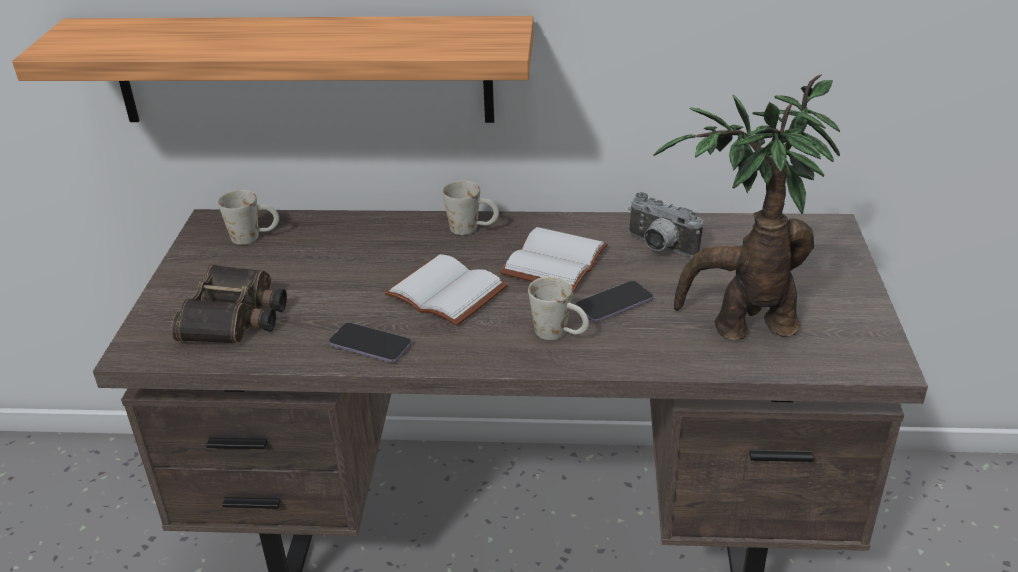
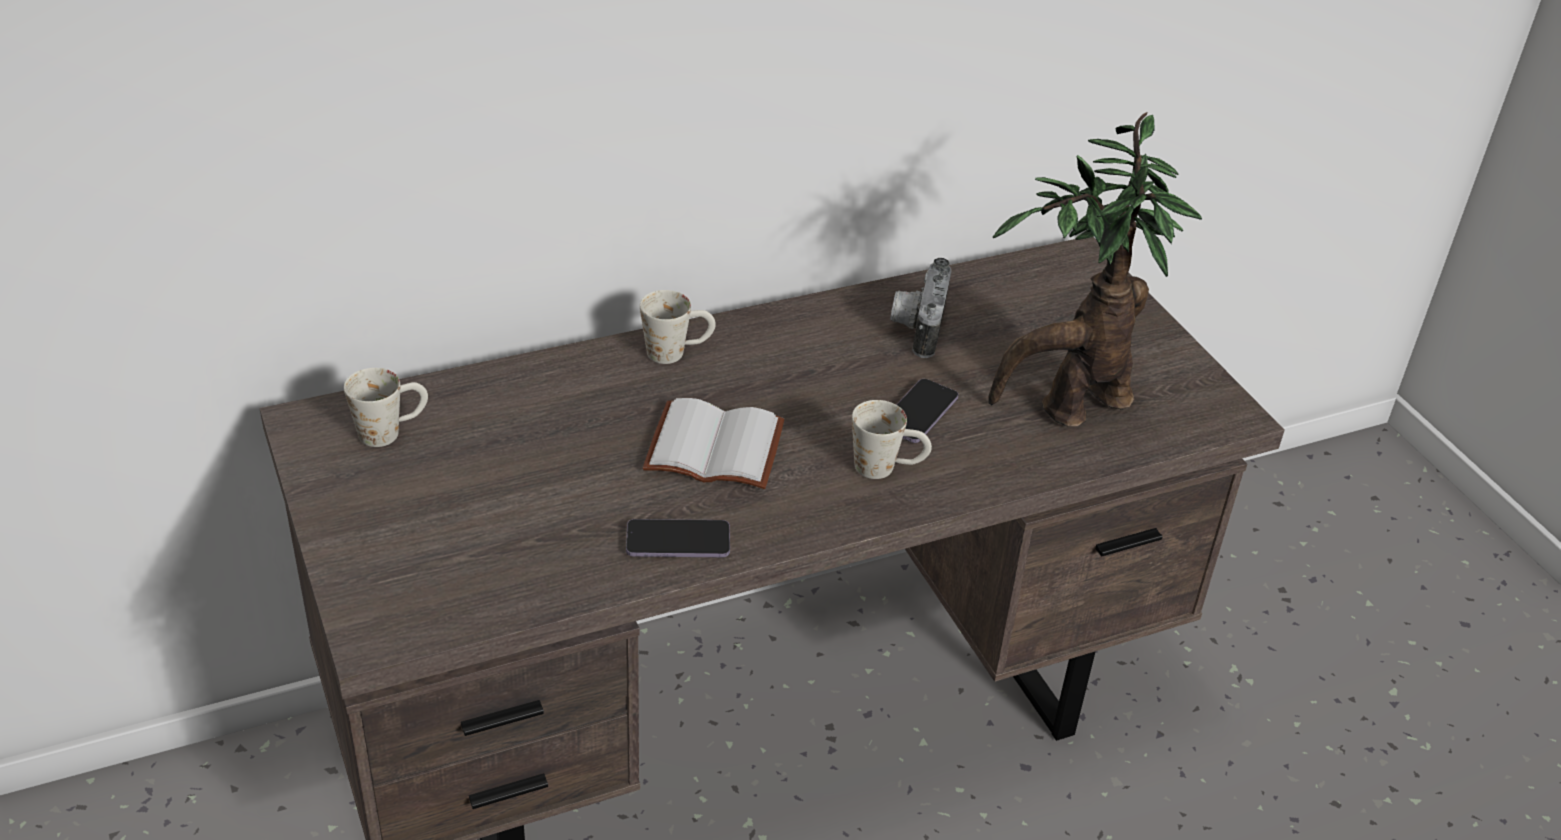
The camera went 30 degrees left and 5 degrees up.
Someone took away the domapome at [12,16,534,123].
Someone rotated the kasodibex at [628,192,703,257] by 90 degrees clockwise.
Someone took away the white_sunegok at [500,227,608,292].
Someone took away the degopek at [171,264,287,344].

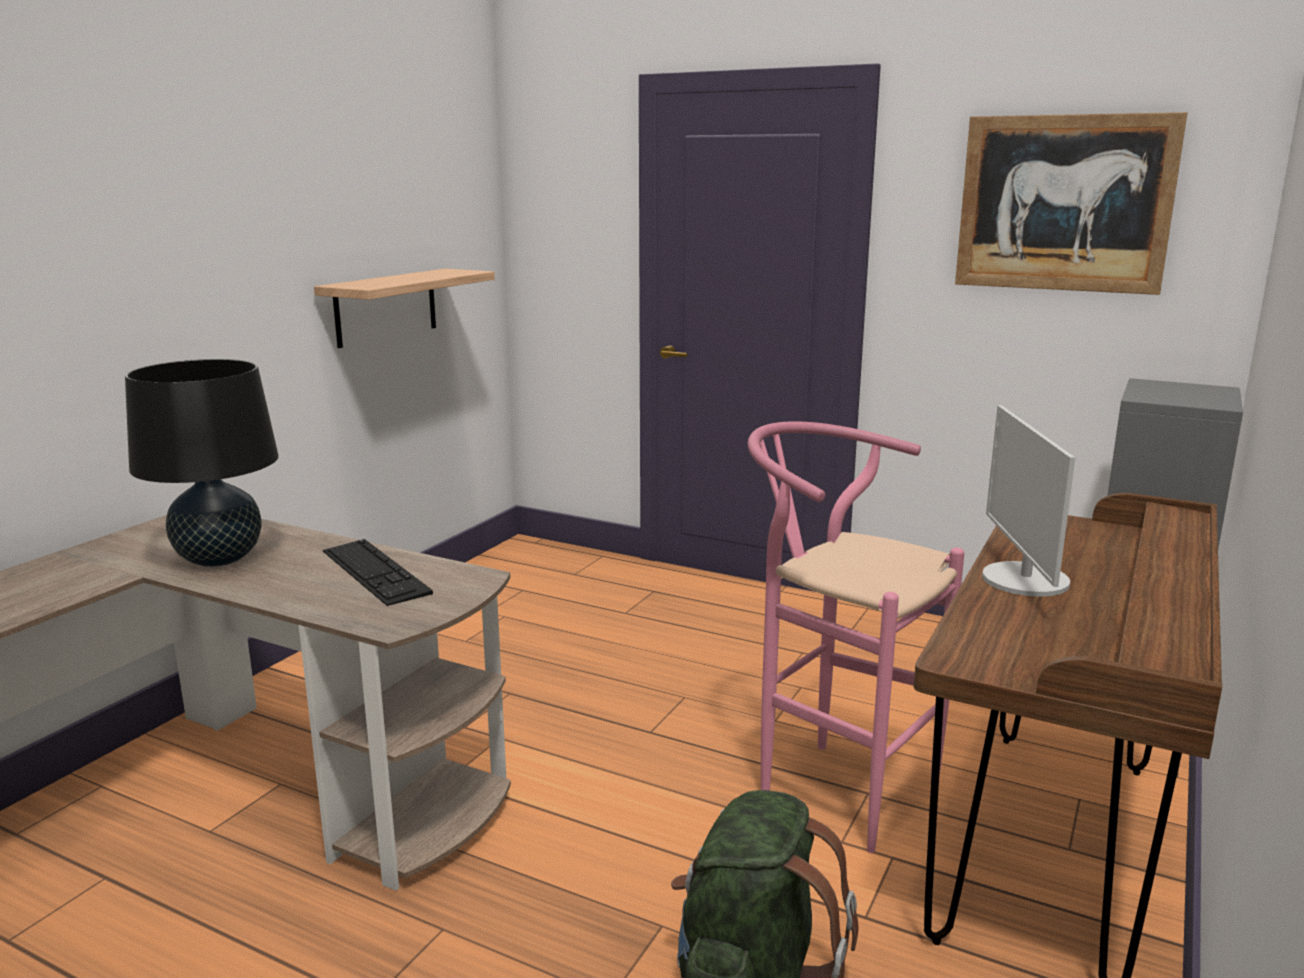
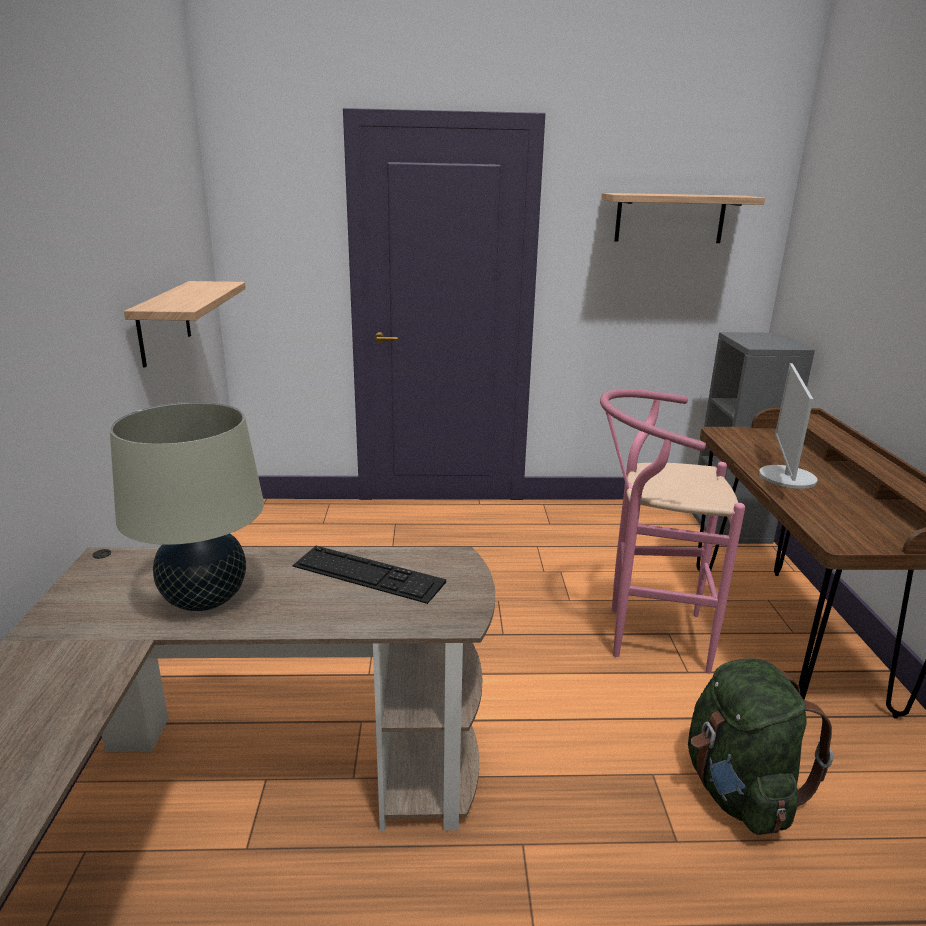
The camera went 30 degrees left and 5 degrees up.
Someone swapped the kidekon at [955,112,1188,295] for the domapome at [601,193,765,243].
Someone repainted the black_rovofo at [125,359,279,567], which became the beige_rovofo at [110,402,264,611].
Someone rotated the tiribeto at [982,405,1075,597] by 45 degrees clockwise.

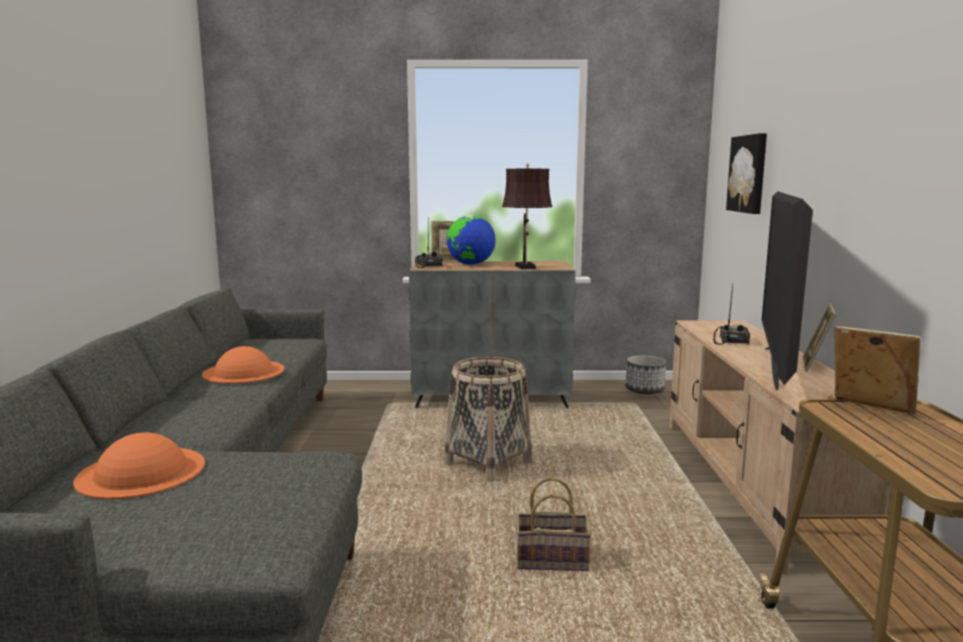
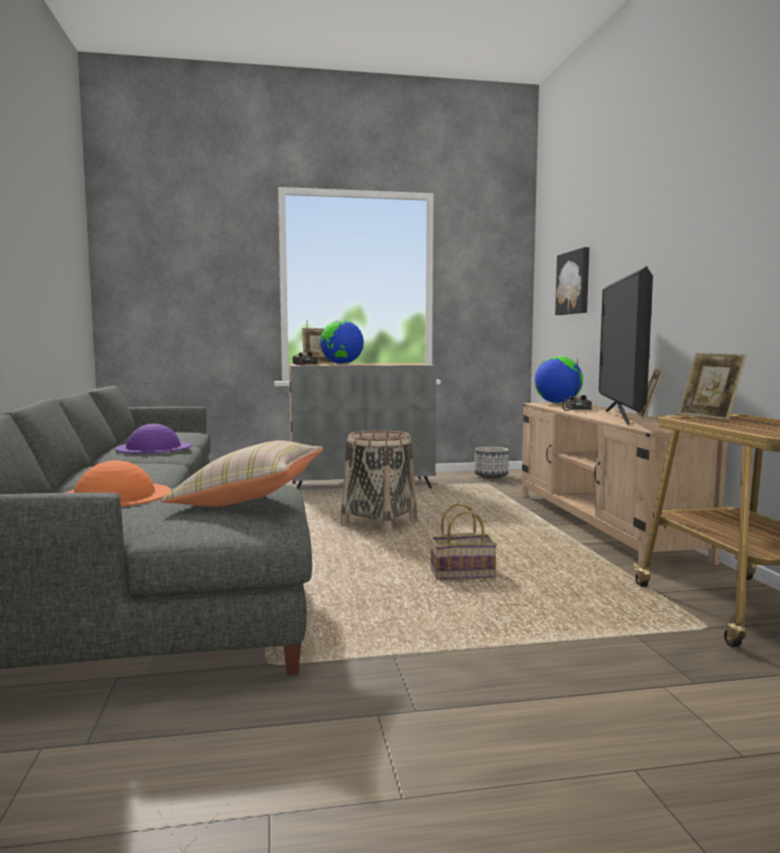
The camera went 10 degrees left and 5 degrees down.
Someone took away the brown_rovofo at [502,163,552,269].
Someone rotated the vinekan at [834,326,921,415] by 150 degrees counterclockwise.
Someone repainted the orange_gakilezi at [202,346,285,384], which became the purple_gakilezi at [115,424,192,453].
Someone put down the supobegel at [535,356,583,404].
Someone put down the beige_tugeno at [161,440,323,507].

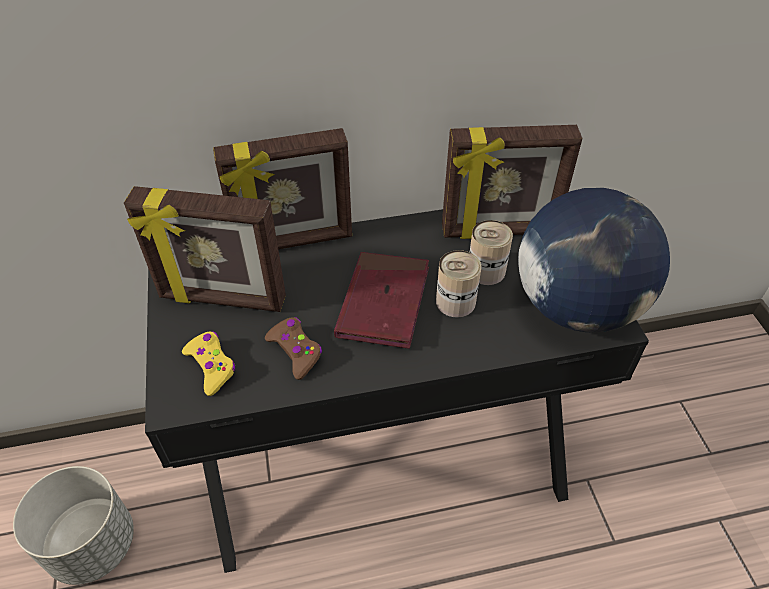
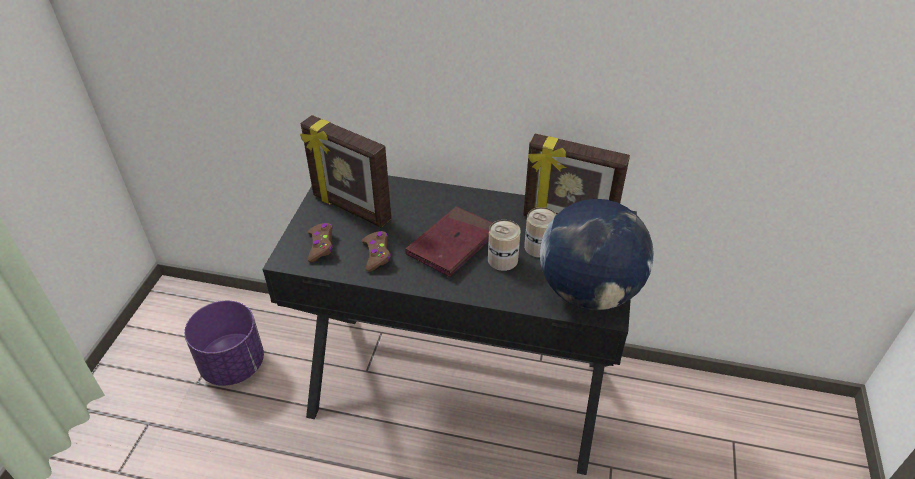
The camera went 25 degrees right and 5 degrees down.
Someone took away the vinekan at [213,128,352,249].
Someone repainted the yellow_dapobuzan at [182,331,235,396], which became the brown_dapobuzan at [308,223,333,262].
Someone repainted the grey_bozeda at [13,466,134,585], which became the purple_bozeda at [184,301,264,386].

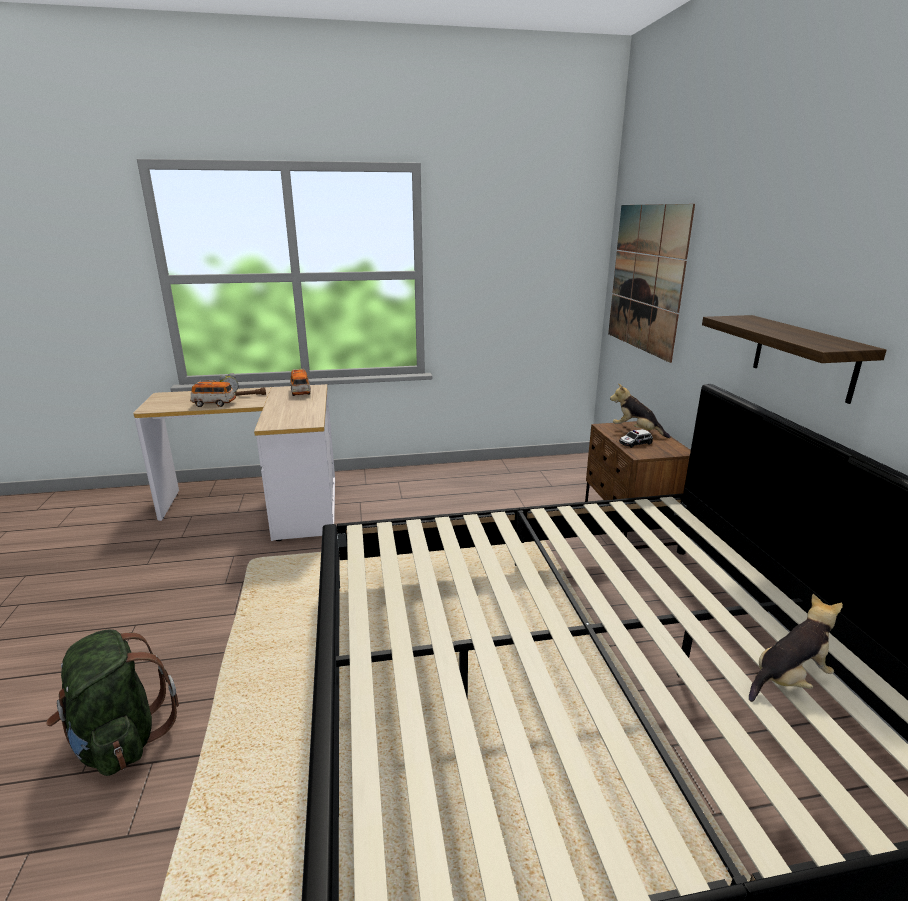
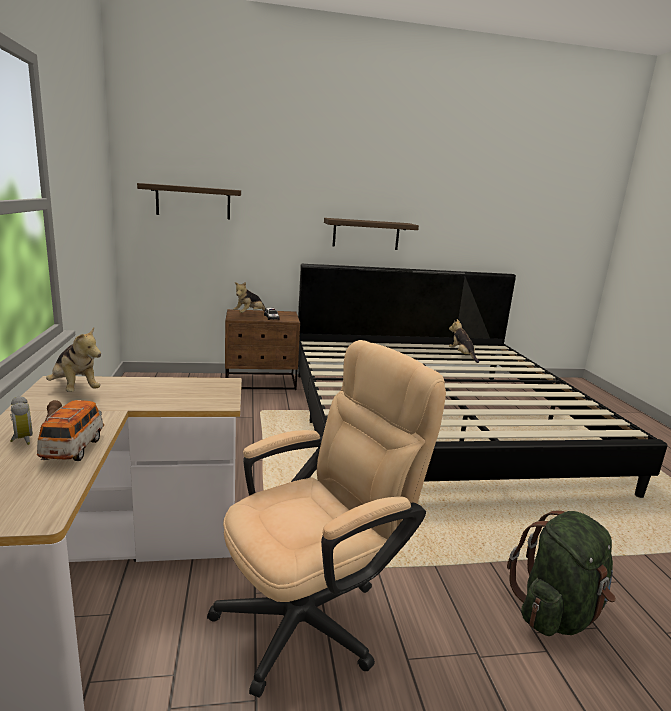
The camera went 90 degrees left and 5 degrees down.
Someone swapped the kidekon at [608,204,695,363] for the domapome at [137,183,241,219].
Someone swapped the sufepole at [290,369,311,396] for the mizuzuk at [46,327,101,392].
Someone put down the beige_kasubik at [207,340,446,698].

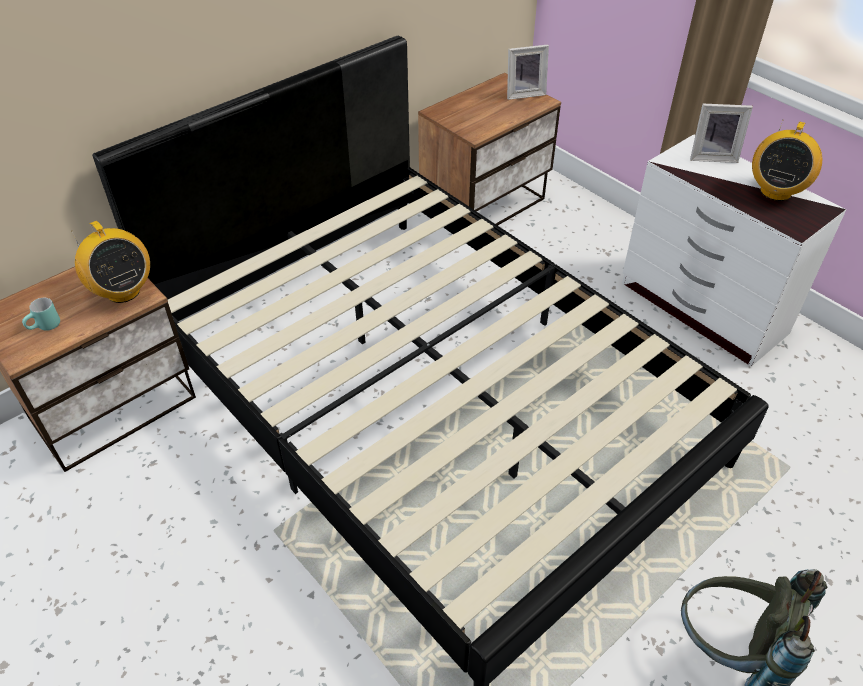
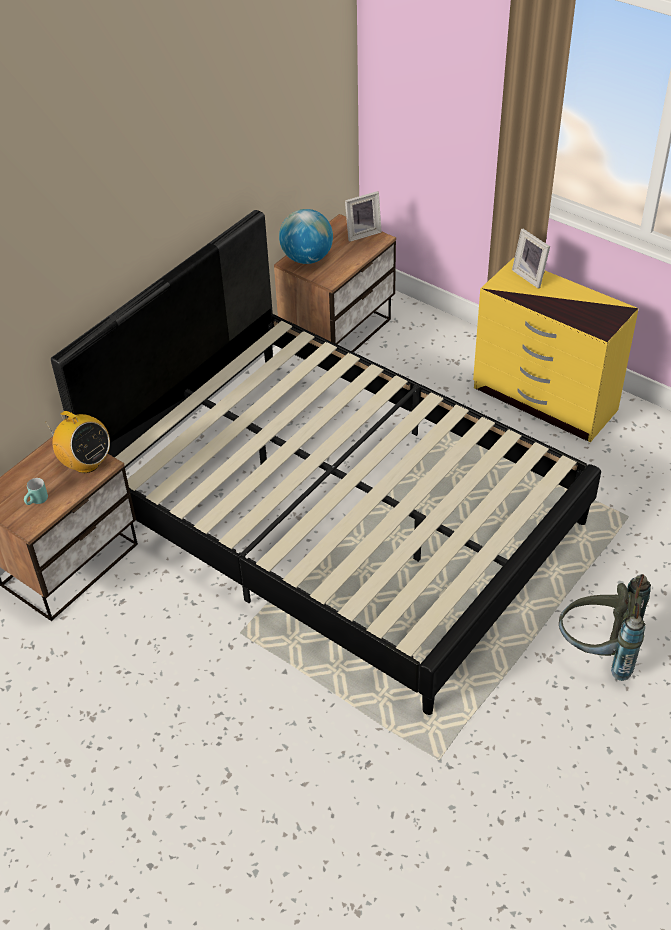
The camera went 10 degrees left and 0 degrees up.
Someone rotated the vinekan at [690,104,753,163] by 60 degrees clockwise.
Someone took away the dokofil at [752,121,822,201].
Someone repainted the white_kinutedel at [622,134,846,366], which became the yellow_kinutedel at [473,258,639,442].
Someone put down the supobegel at [279,209,333,264].

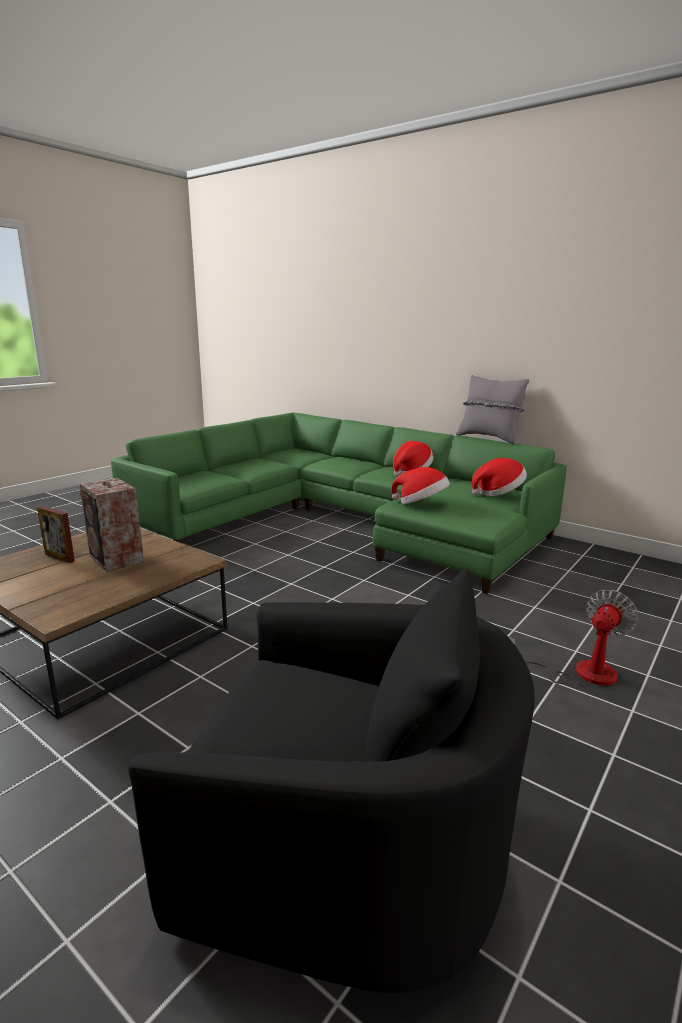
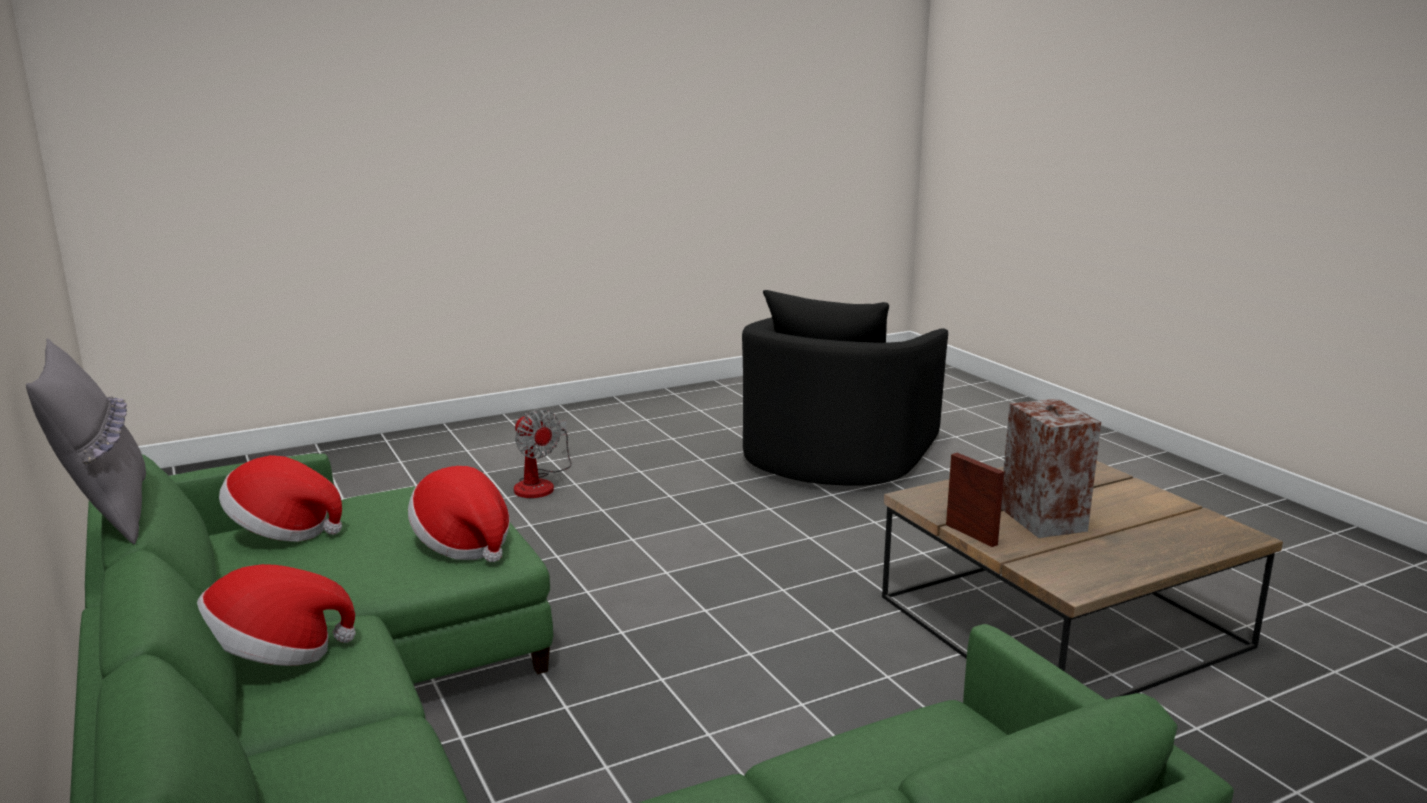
The camera went 155 degrees left and 0 degrees up.
Someone carried the vinekan from [37,506,75,563] to [946,453,1005,547].
Someone rotated the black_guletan at [128,568,535,993] by 105 degrees counterclockwise.
Someone rotated the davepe at [508,590,639,687] by 105 degrees counterclockwise.

